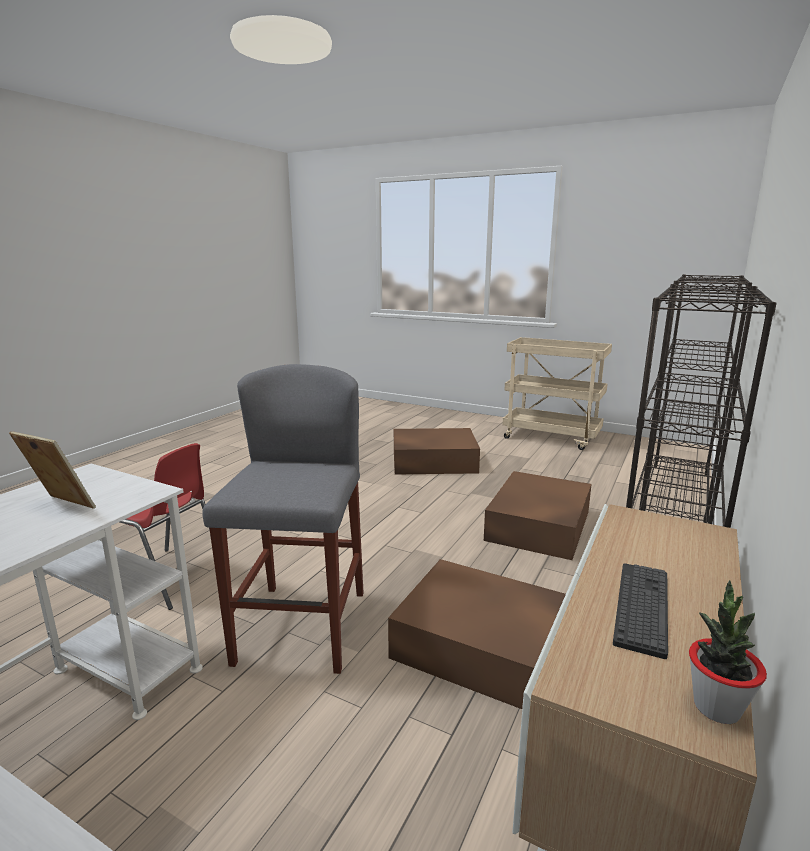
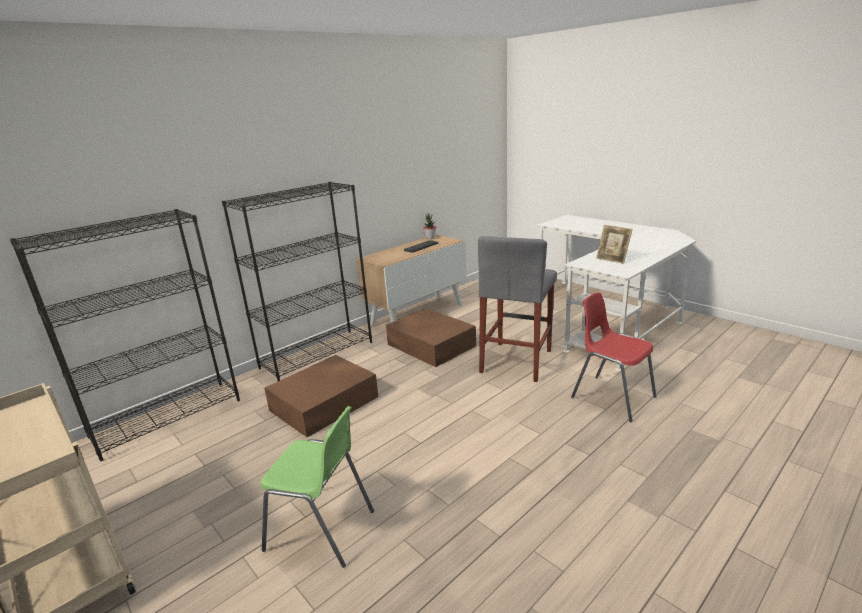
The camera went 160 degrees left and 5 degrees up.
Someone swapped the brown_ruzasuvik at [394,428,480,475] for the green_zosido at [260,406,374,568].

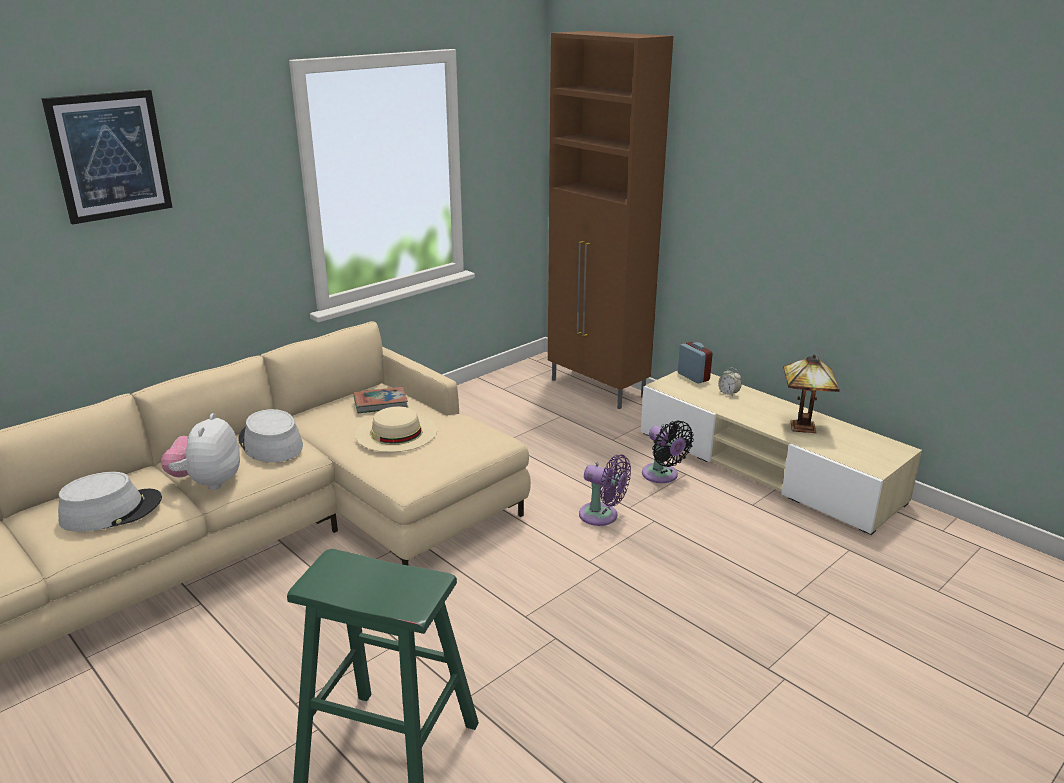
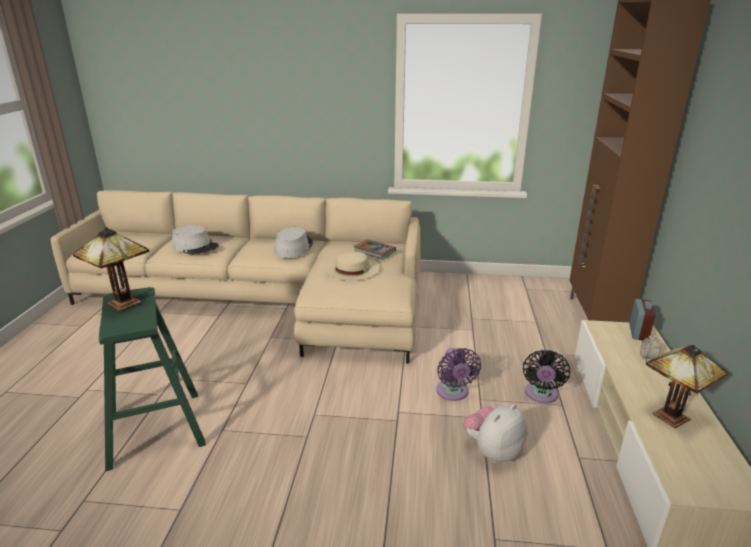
The camera went 50 degrees right and 0 degrees up.
Someone took away the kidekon at [41,90,173,225].
Someone carried the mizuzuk from [161,413,240,490] to [463,404,527,463].
Someone put down the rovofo at [73,227,149,312].

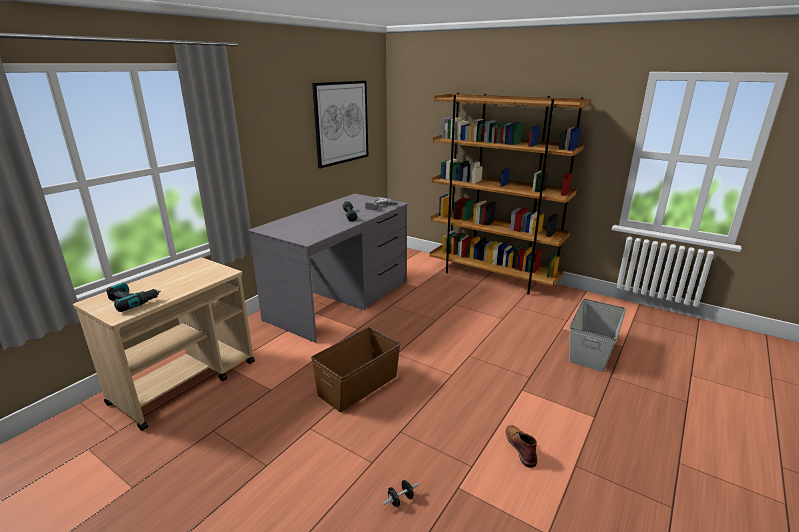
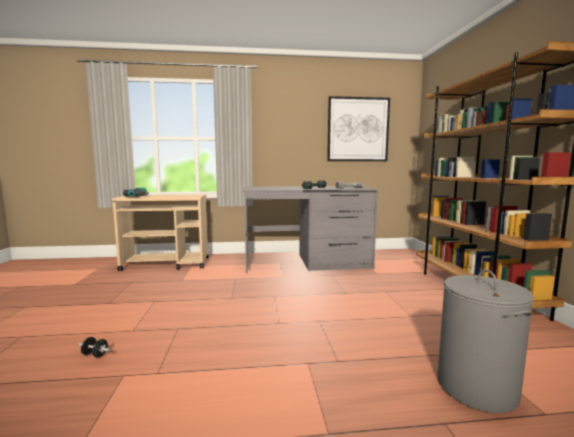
The camera went 50 degrees right and 15 degrees down.
Someone swapped the grey_ruzasuvik at [569,299,626,372] for the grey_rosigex at [437,270,534,413].
Someone took away the brown_ruzasuvik at [311,327,400,412].
Someone took away the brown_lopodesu at [506,425,537,468].

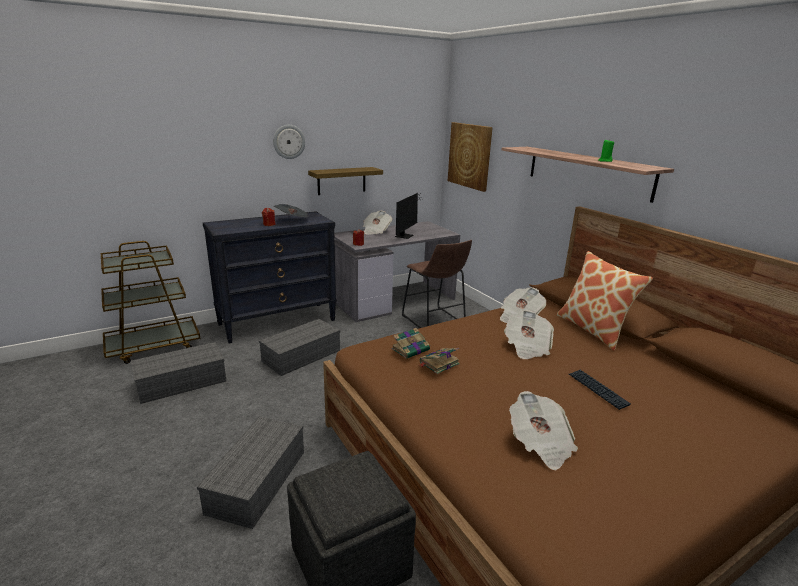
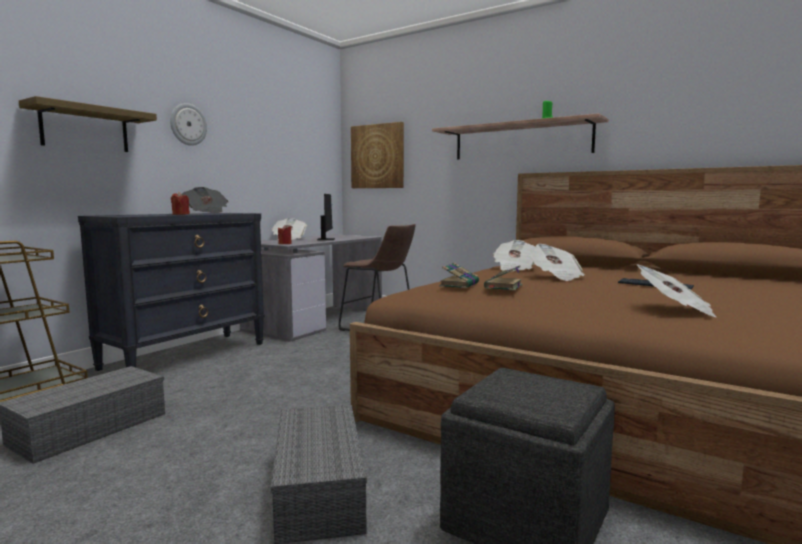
The camera went 25 degrees left and 15 degrees down.
Someone carried the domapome from [308,167,383,195] to [19,96,157,152].
Someone took away the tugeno at [556,251,653,351].
Someone took away the grey_ruzasuvik at [259,319,340,376].

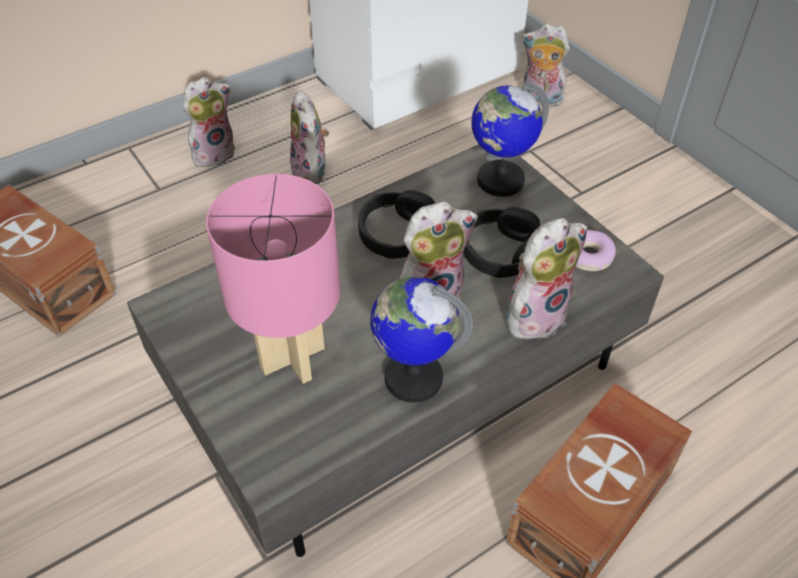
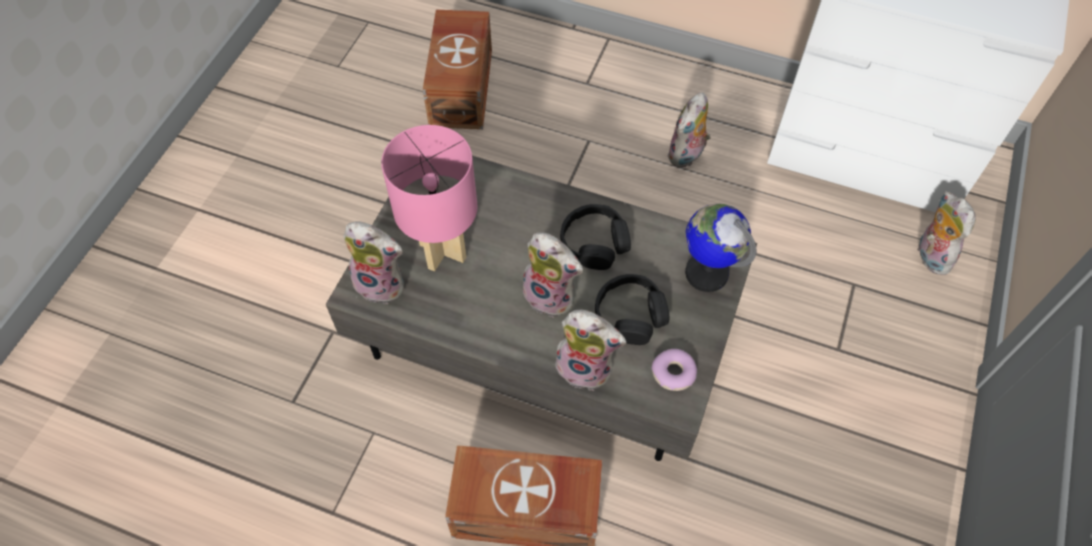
The camera went 55 degrees right and 10 degrees up.
Someone carried the mizuzuk from [183,77,235,167] to [344,221,404,304].
Someone took away the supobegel at [370,276,473,403].

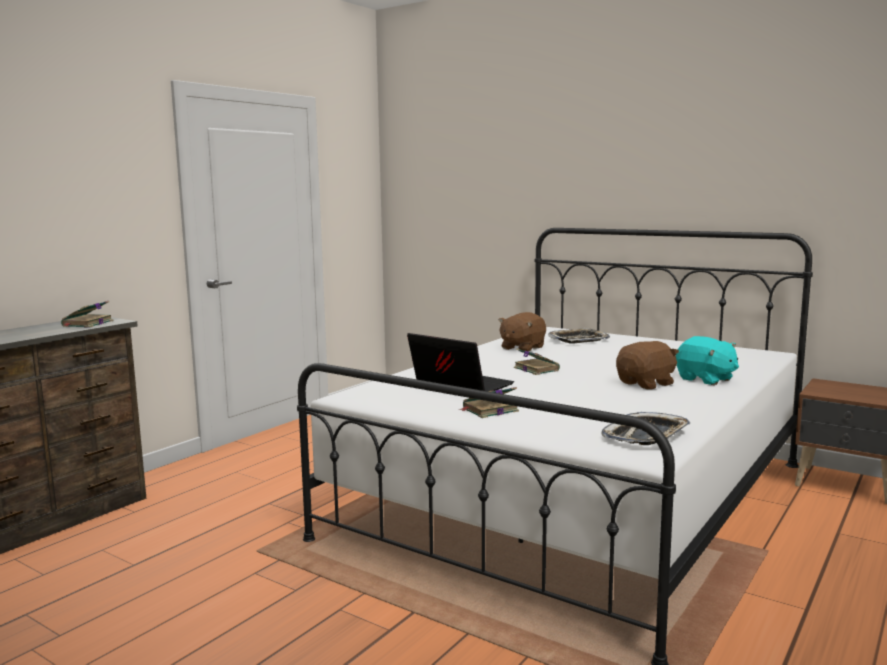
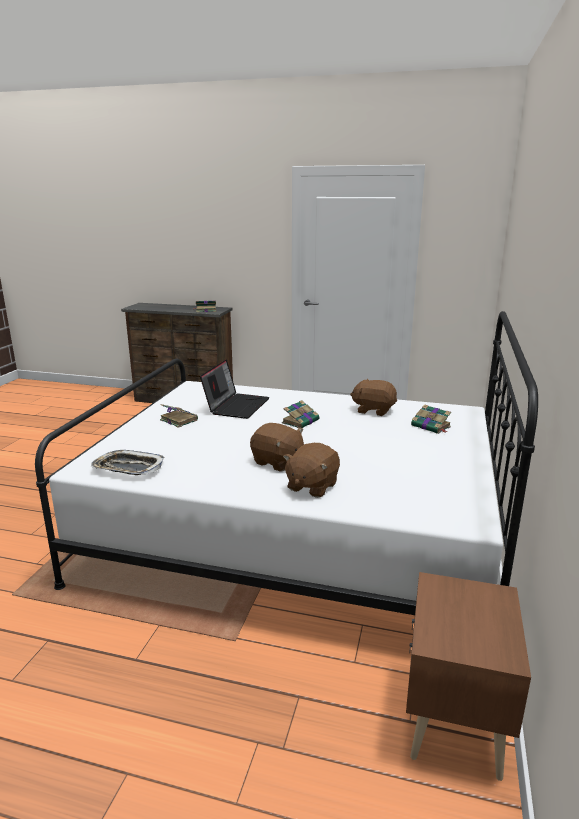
The camera went 70 degrees right and 10 degrees up.
Someone swapped the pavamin at [548,328,610,344] for the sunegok at [411,404,451,434].
Someone repainted the turquoise_mizuzuk at [676,336,739,385], which became the brown_mizuzuk at [283,443,340,498].

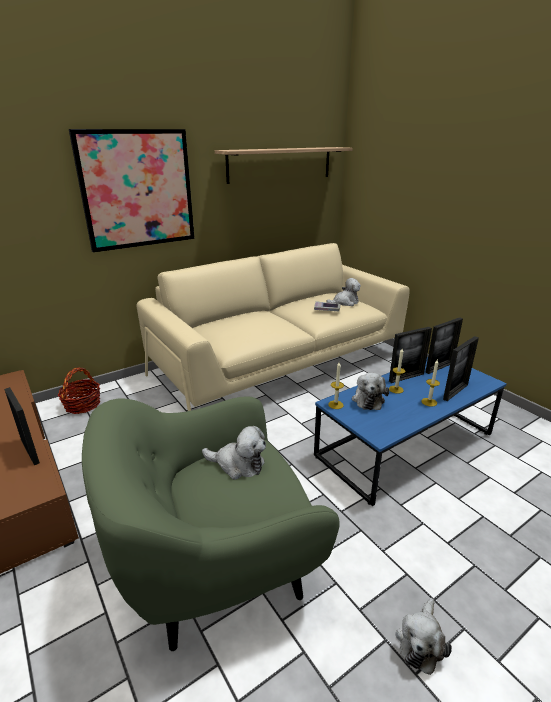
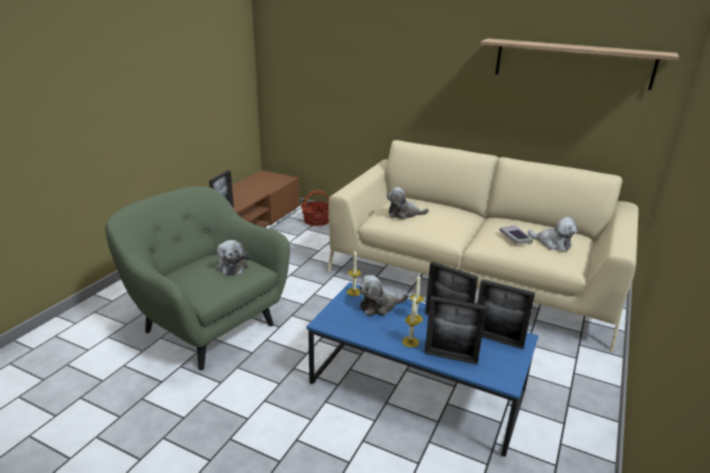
The camera went 60 degrees right and 0 degrees up.
Someone took away the kidekon at [69,129,195,252].
Someone carried the mizuzuk from [395,598,452,675] to [387,187,429,219].

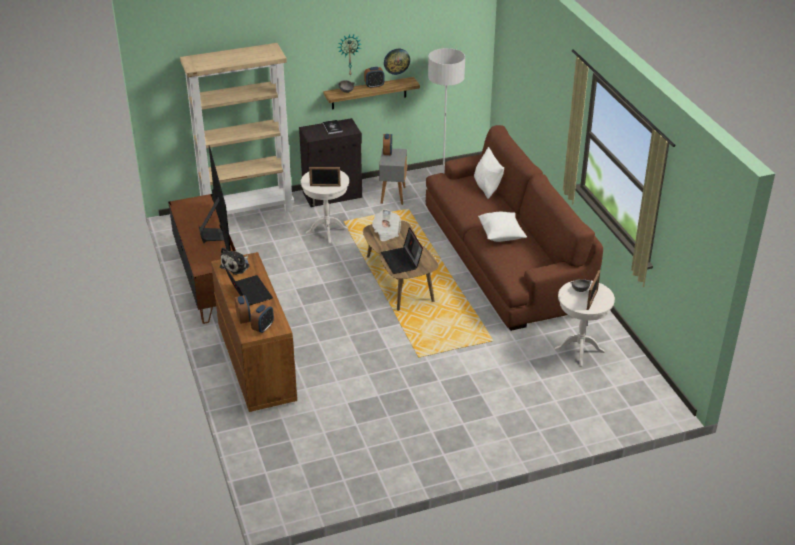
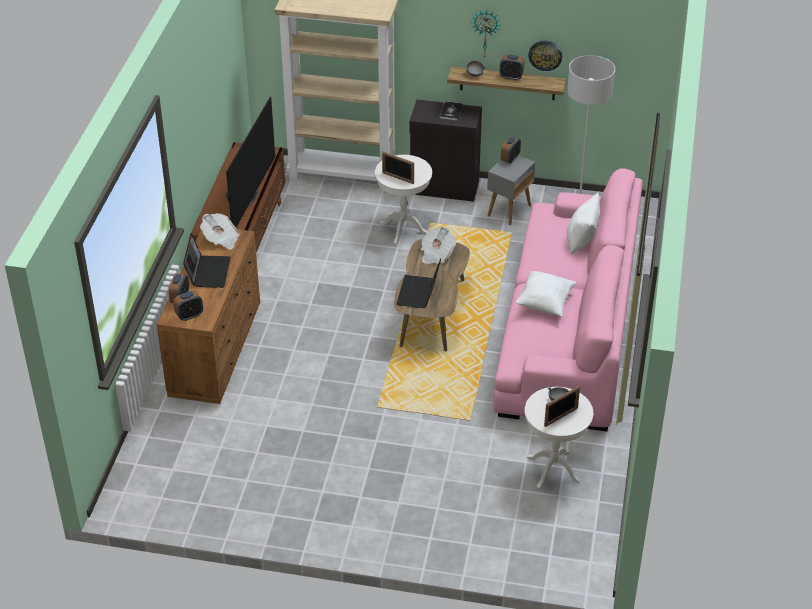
The camera went 30 degrees right and 5 degrees up.
Someone repainted the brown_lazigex at [426,125,603,331], which became the pink_lazigex at [493,168,643,432].
Someone swapped the mizuzuk at [220,247,250,275] for the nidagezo at [200,213,240,250].

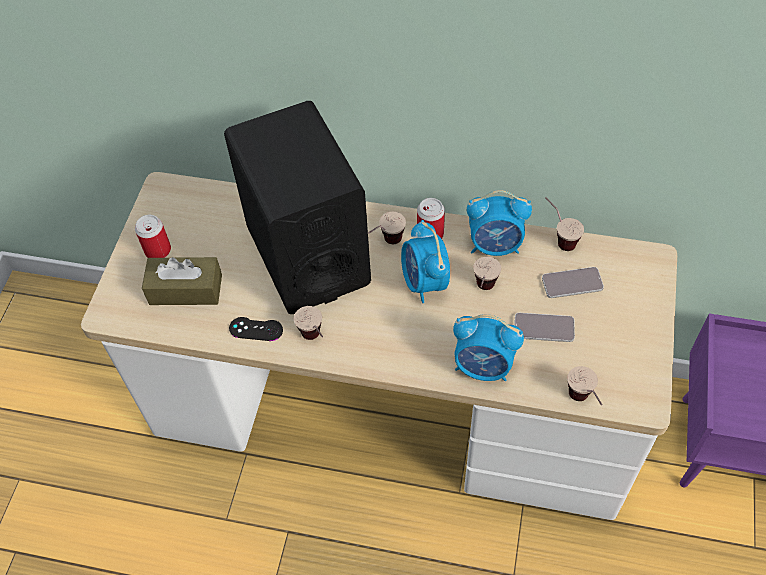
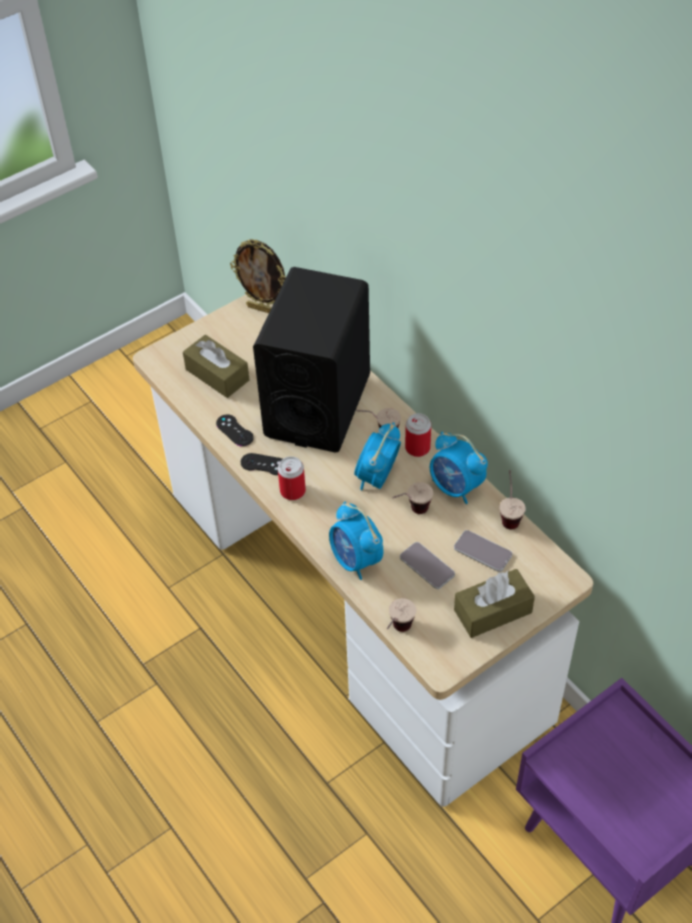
The camera went 40 degrees right and 5 degrees down.
Someone carried the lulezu from [135,215,171,258] to [278,456,306,500].
Someone swapped the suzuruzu at [294,306,323,340] for the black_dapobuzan at [241,453,282,475].
Someone put down the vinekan at [230,239,286,313].
Someone put down the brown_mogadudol at [454,569,535,638].

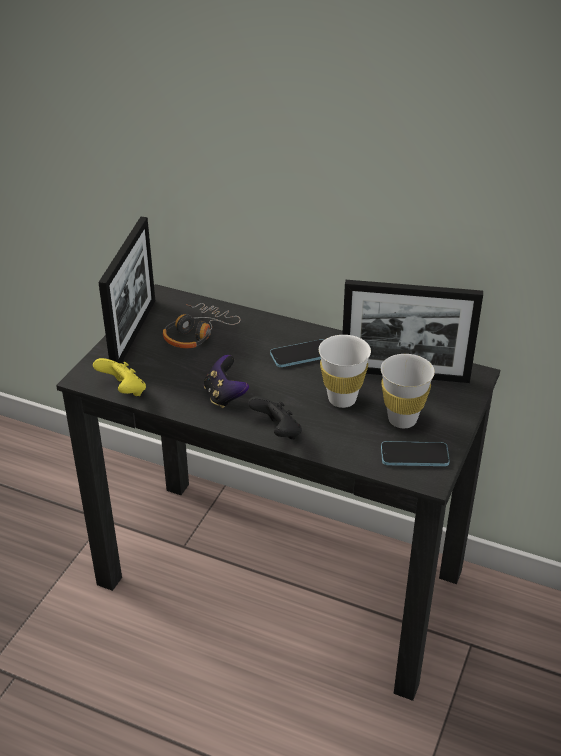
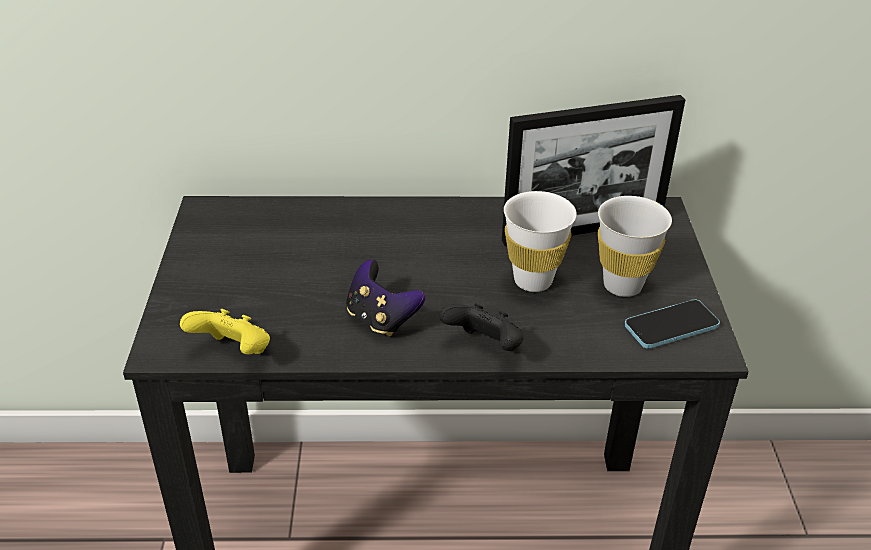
The camera went 25 degrees left and 0 degrees up.
Someone took away the vinekan at [98,217,155,363].
Someone took away the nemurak at [163,303,241,348].
Someone took away the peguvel at [270,339,324,367].

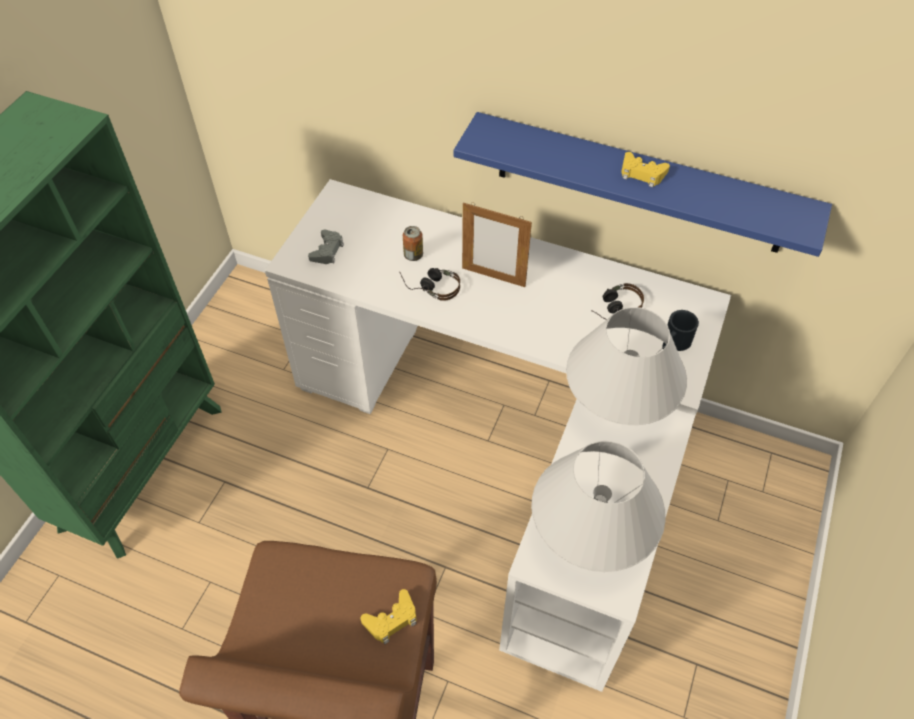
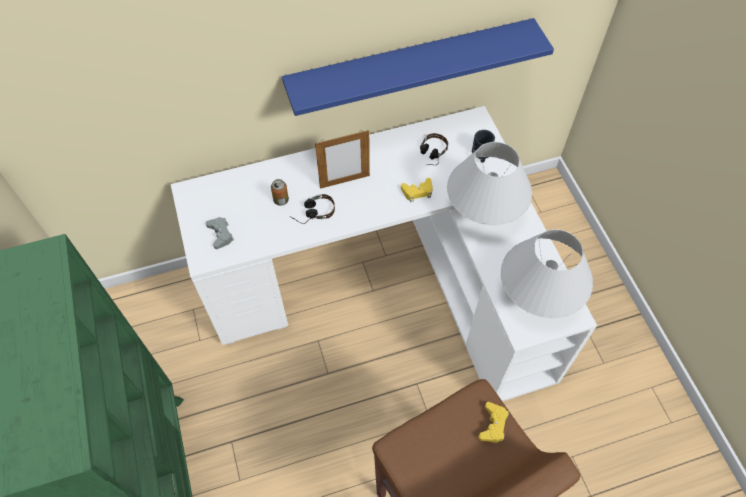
The camera went 40 degrees left and 5 degrees up.
Someone carried the yellow_dapobuzan from [621,152,670,187] to [401,178,433,202].

